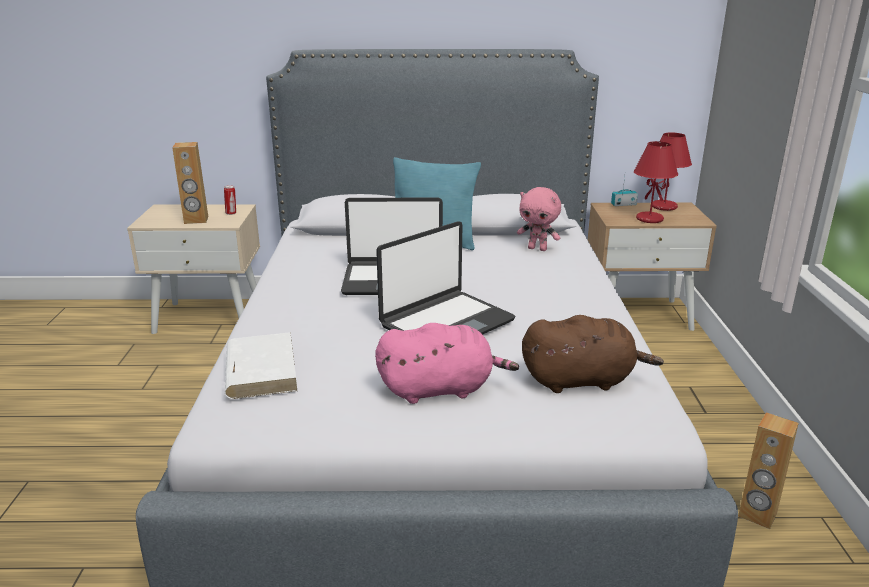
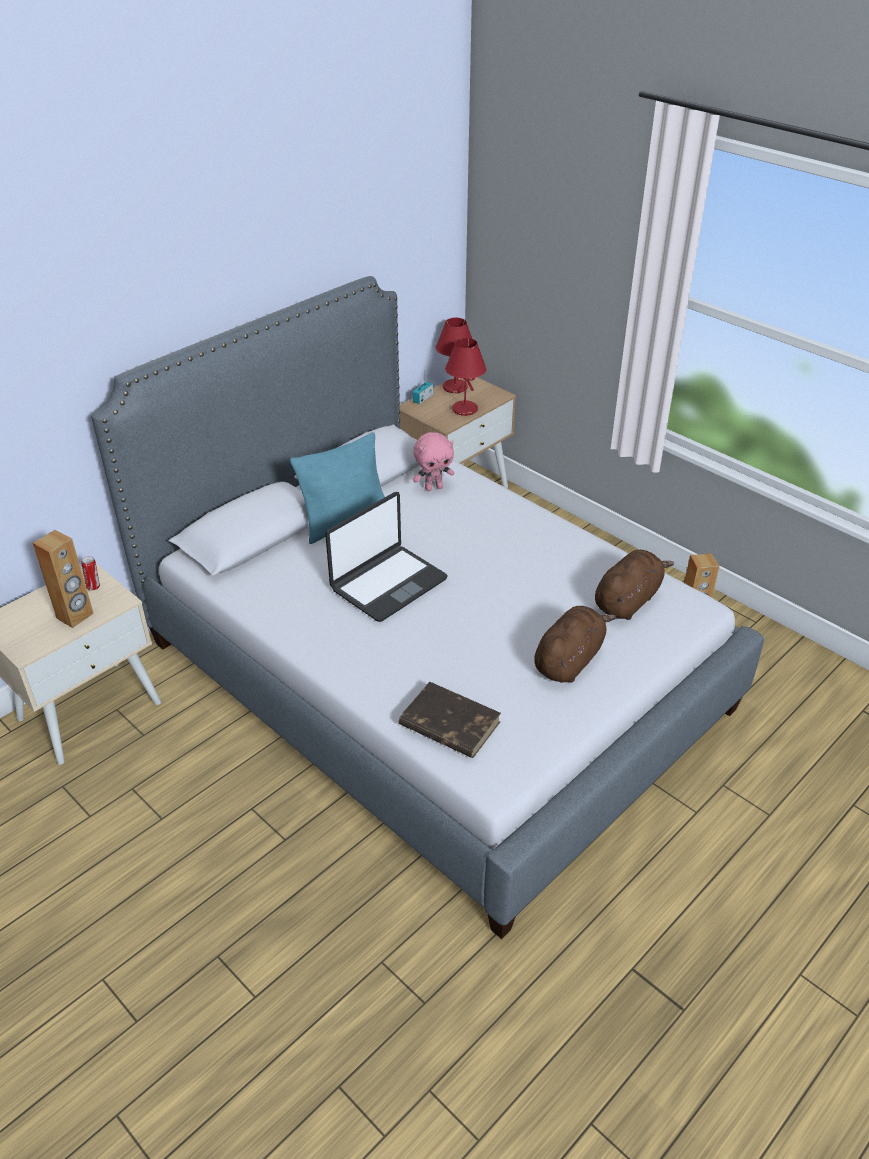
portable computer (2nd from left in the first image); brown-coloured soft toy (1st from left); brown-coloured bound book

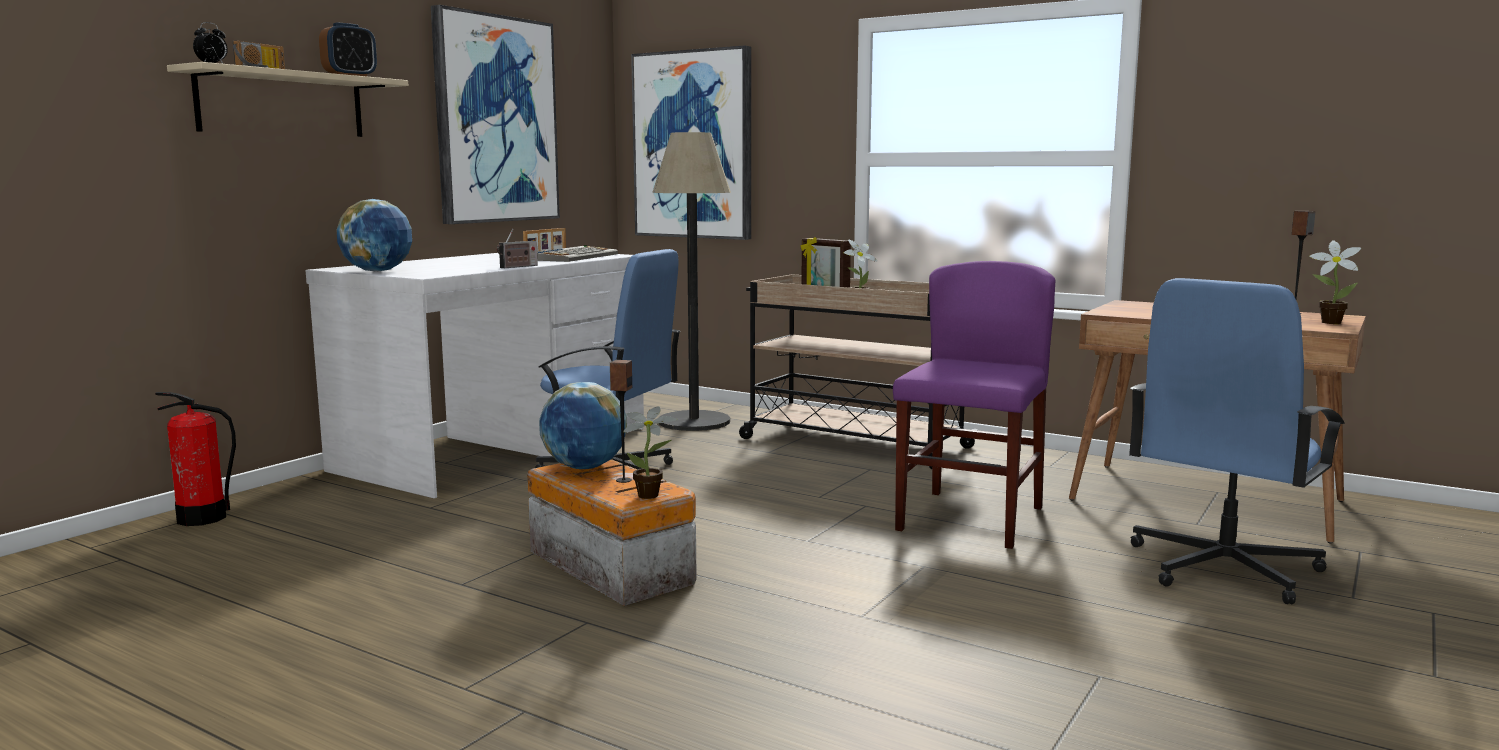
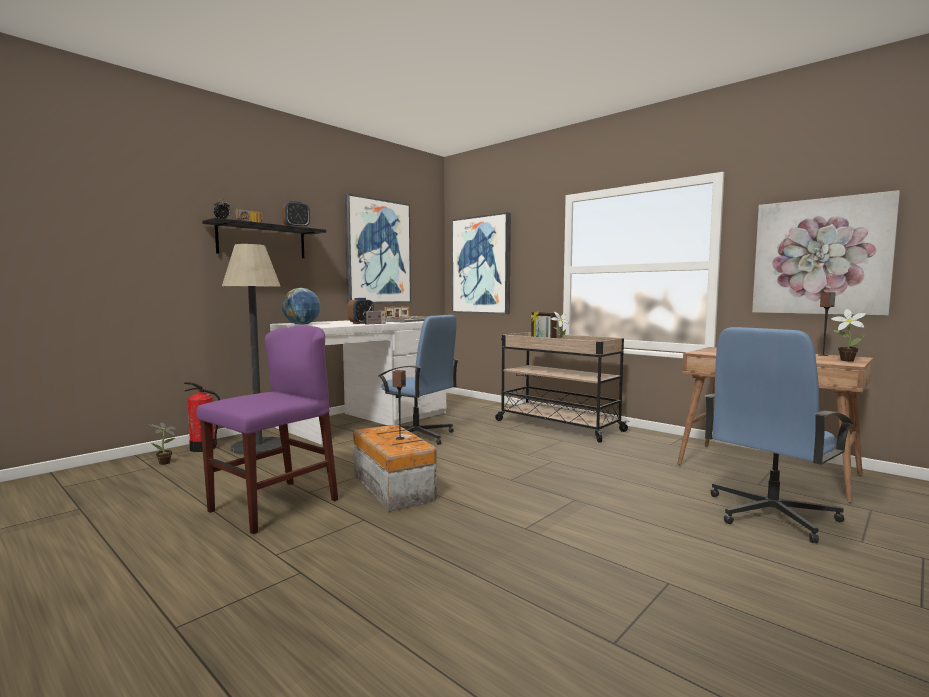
blackish bracket shelf; floor lamp; purplish plain chair; globe (2nd from left in the first image); plant in a pot (1st from left); wall picture (3rd from left); alarm clock (3rd from left)

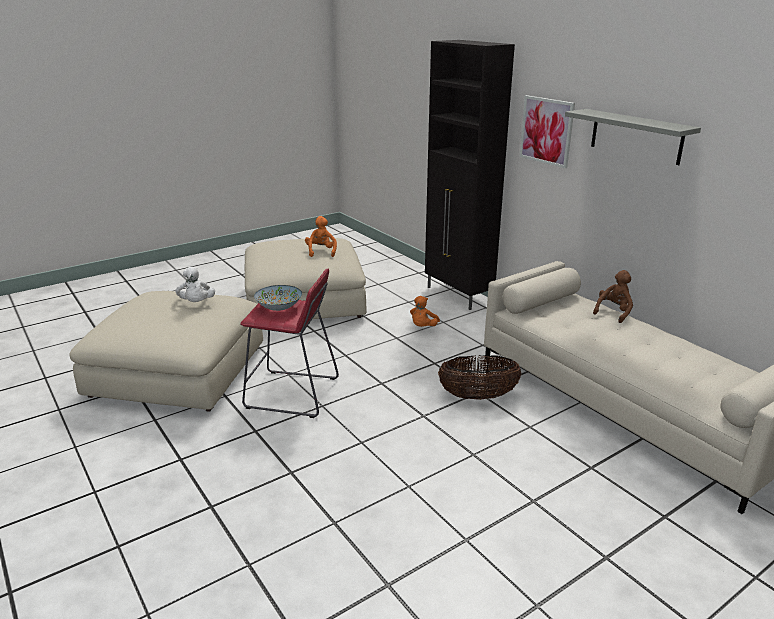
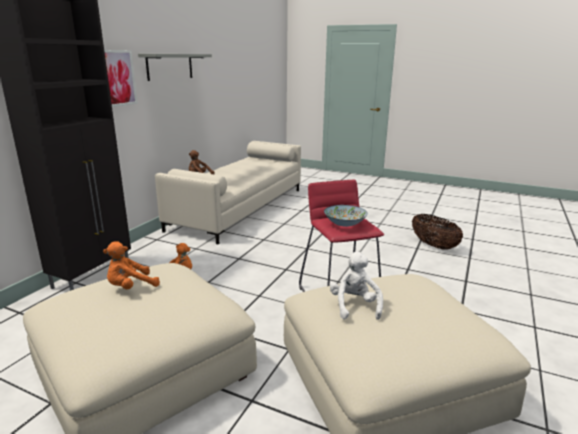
white-coloured soft toy; basket

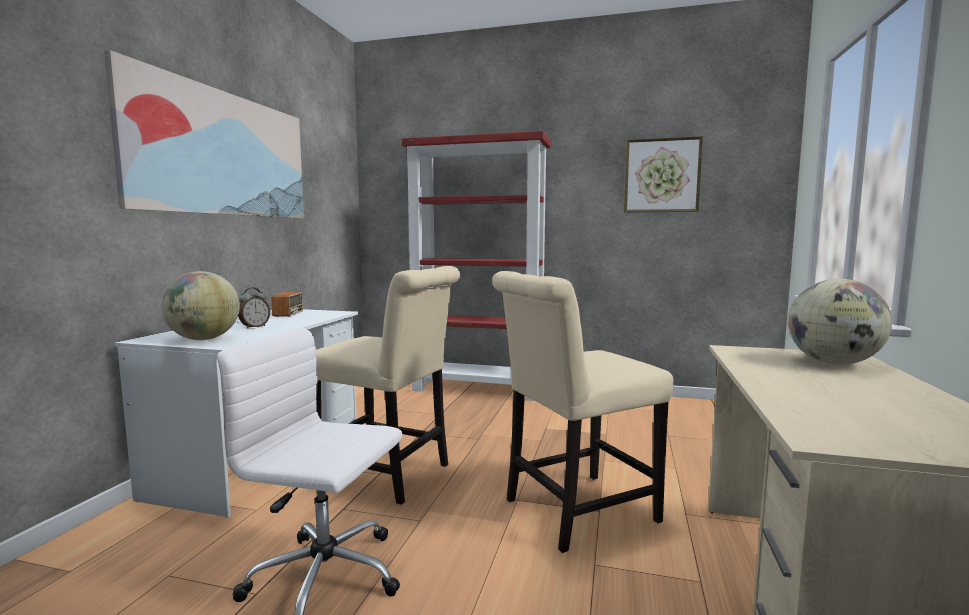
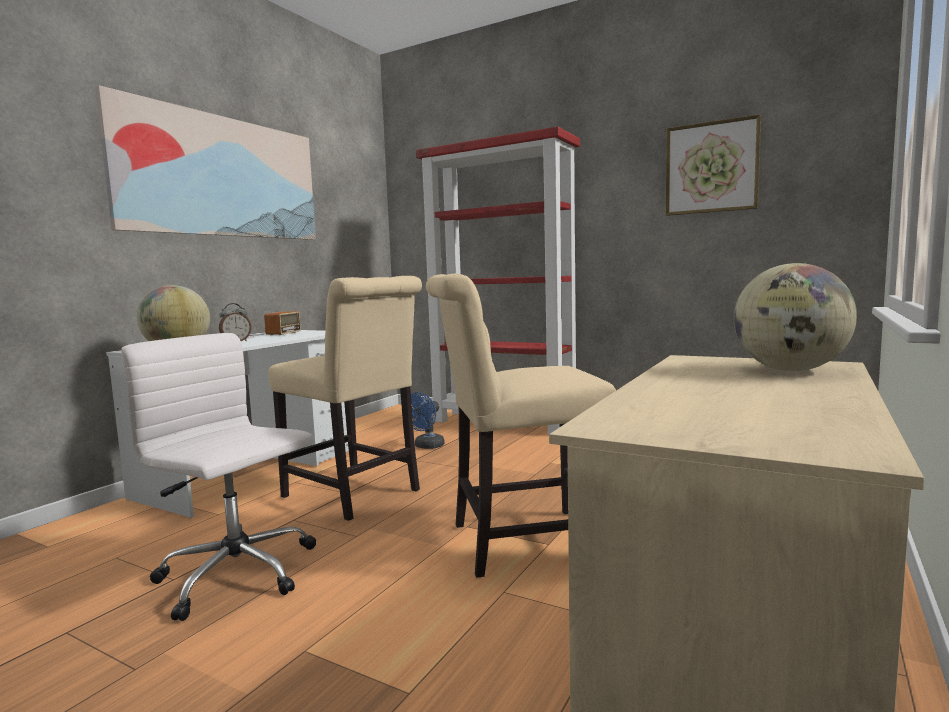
bluish fan

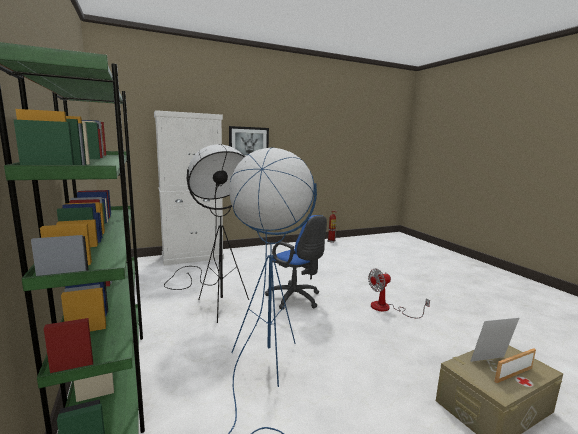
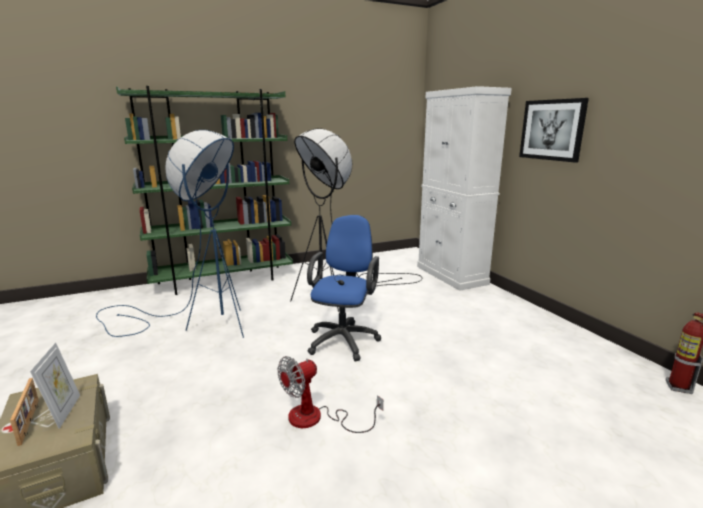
bluish desk chair; fan

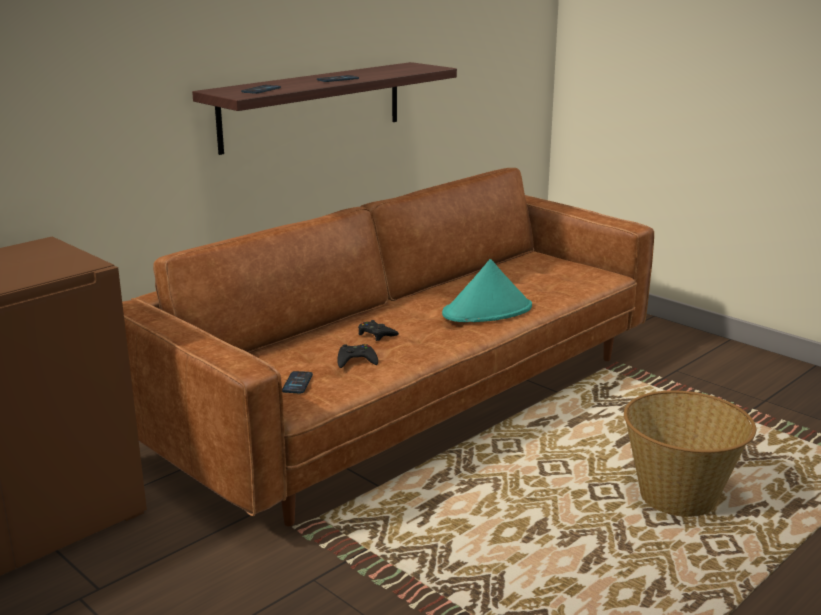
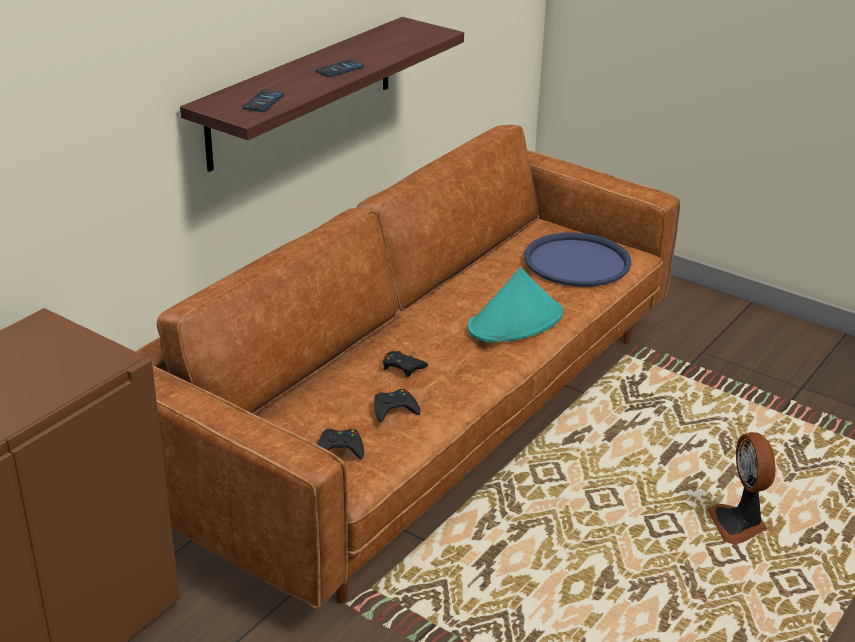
blackish joypad (1st from left); fan; bluish tray

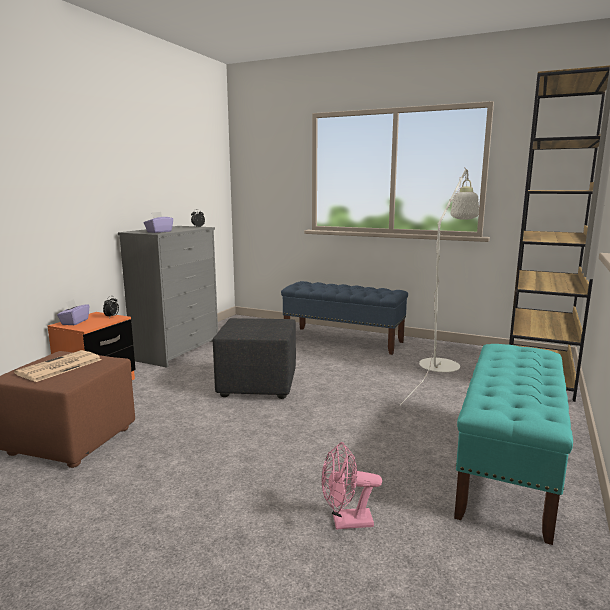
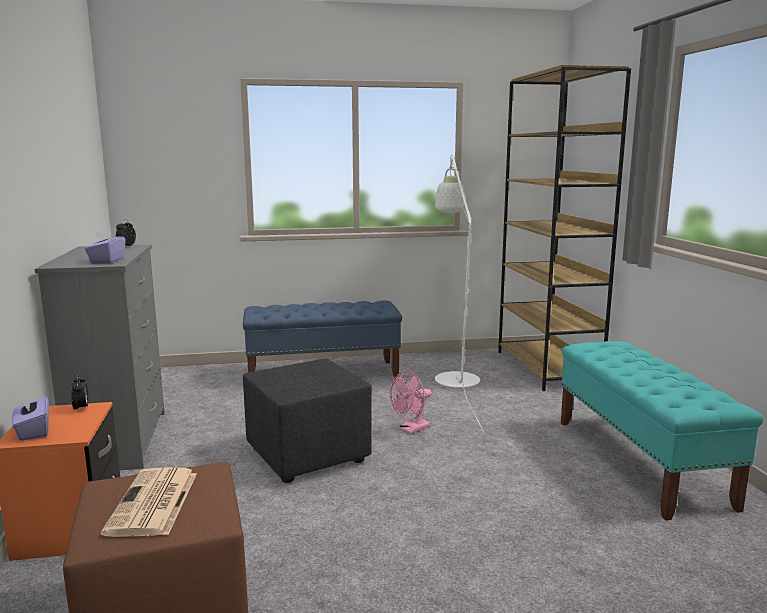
pink fan

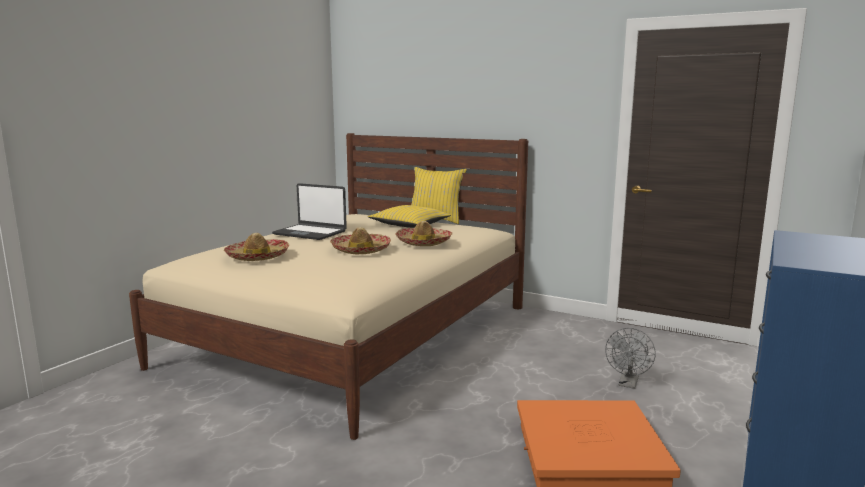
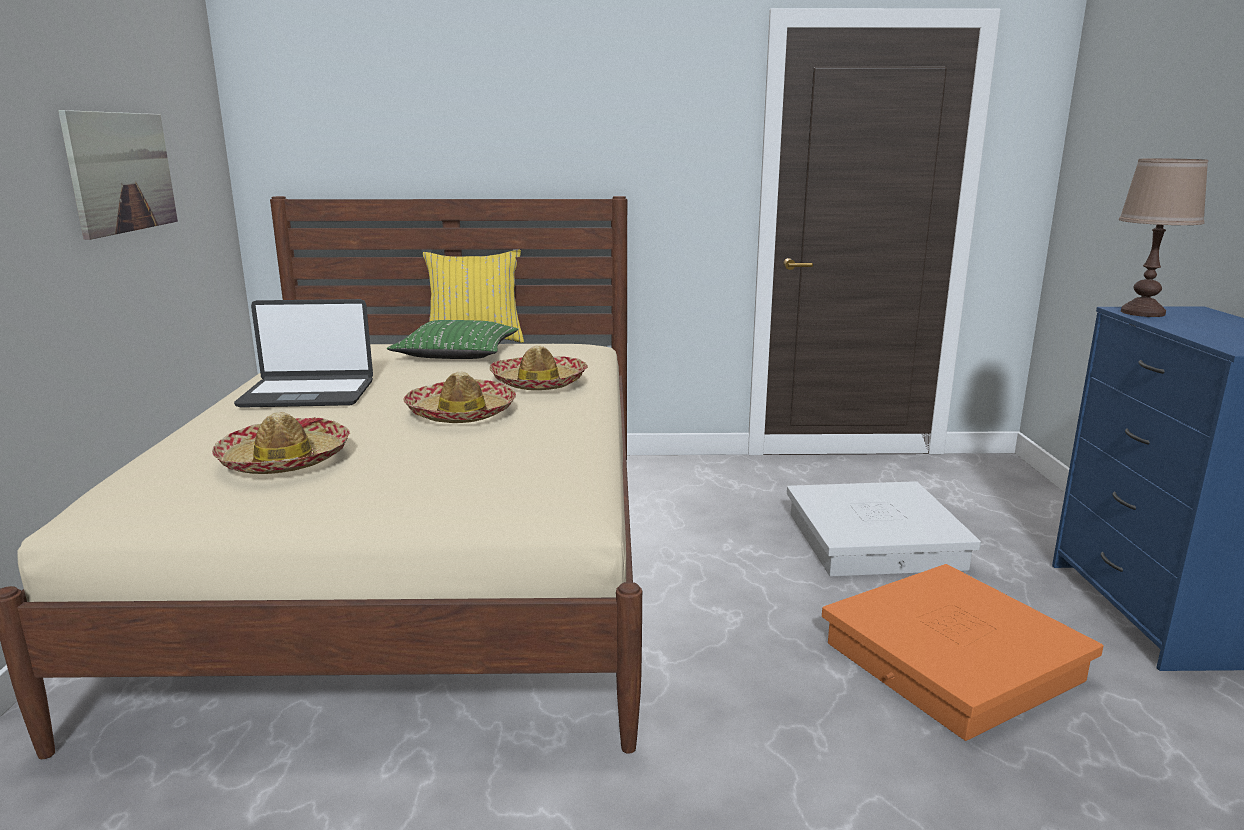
greenish cushion; white-coloured storage bin; wall picture; brown-coloured tabletop lamp

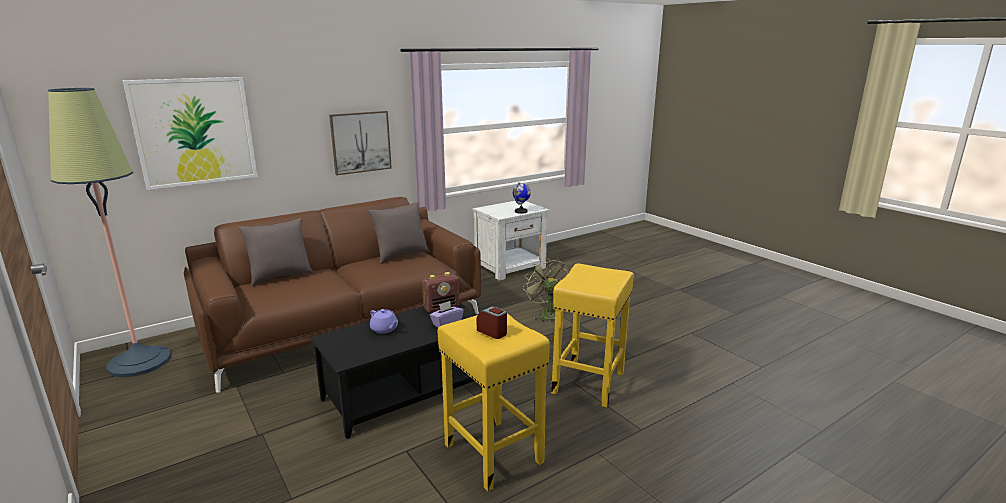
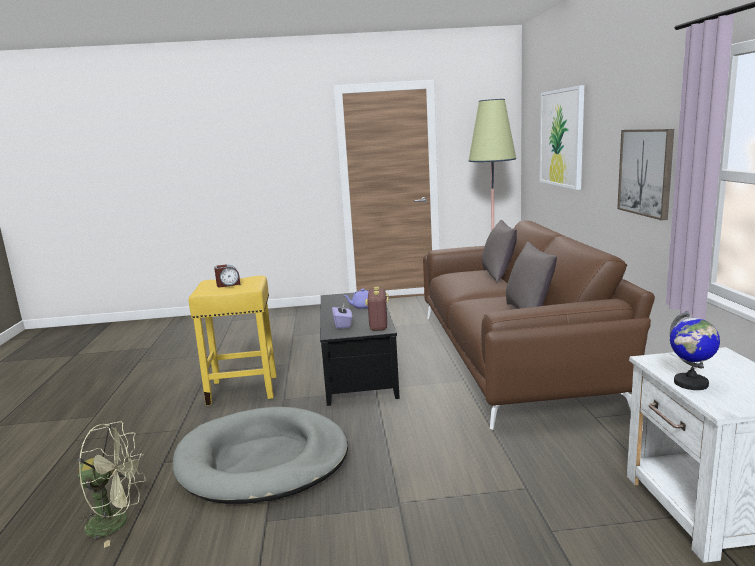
greenish fan; grey pet bed

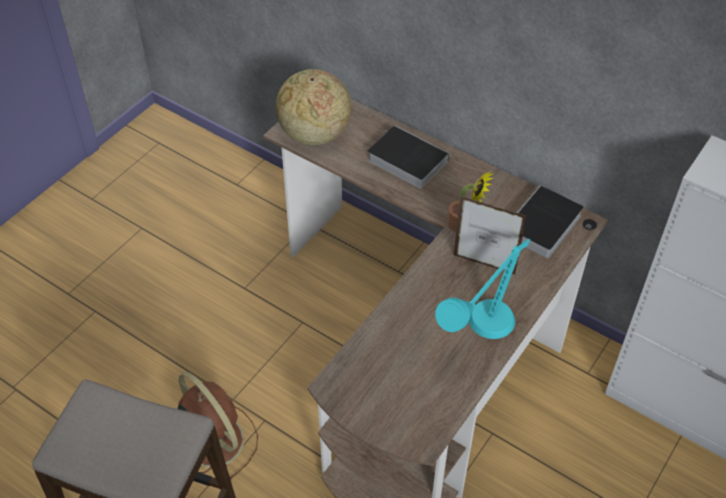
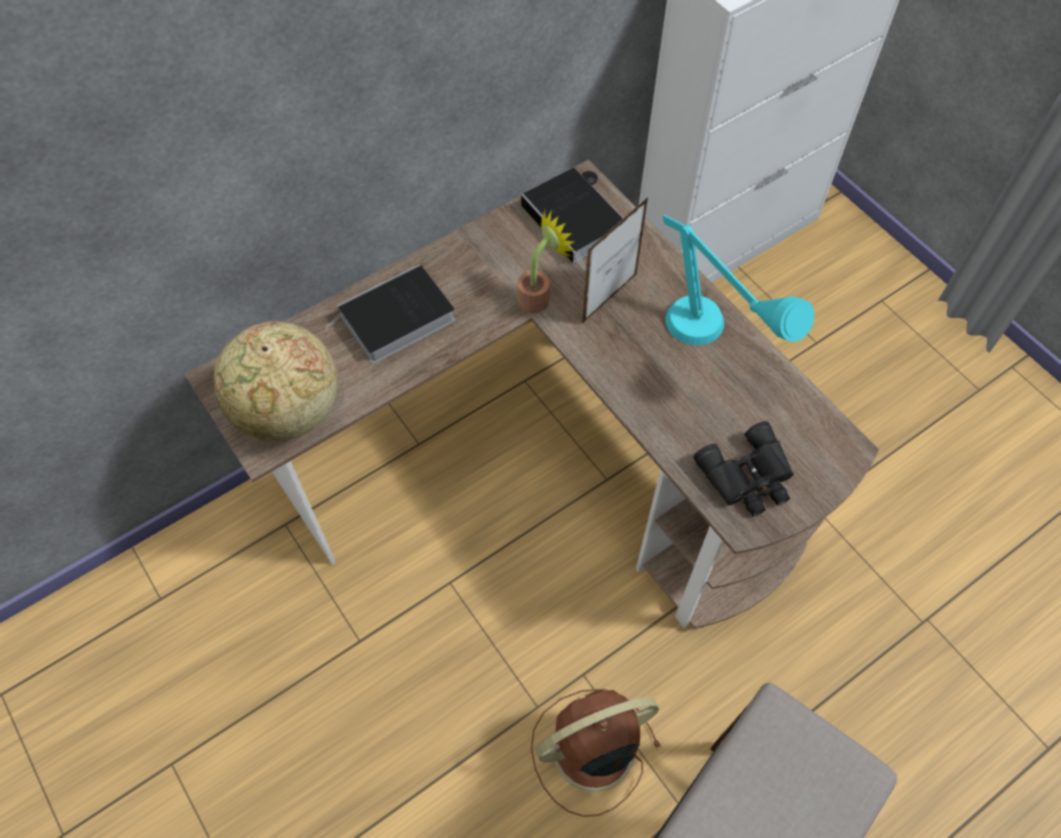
blackish binoculars

